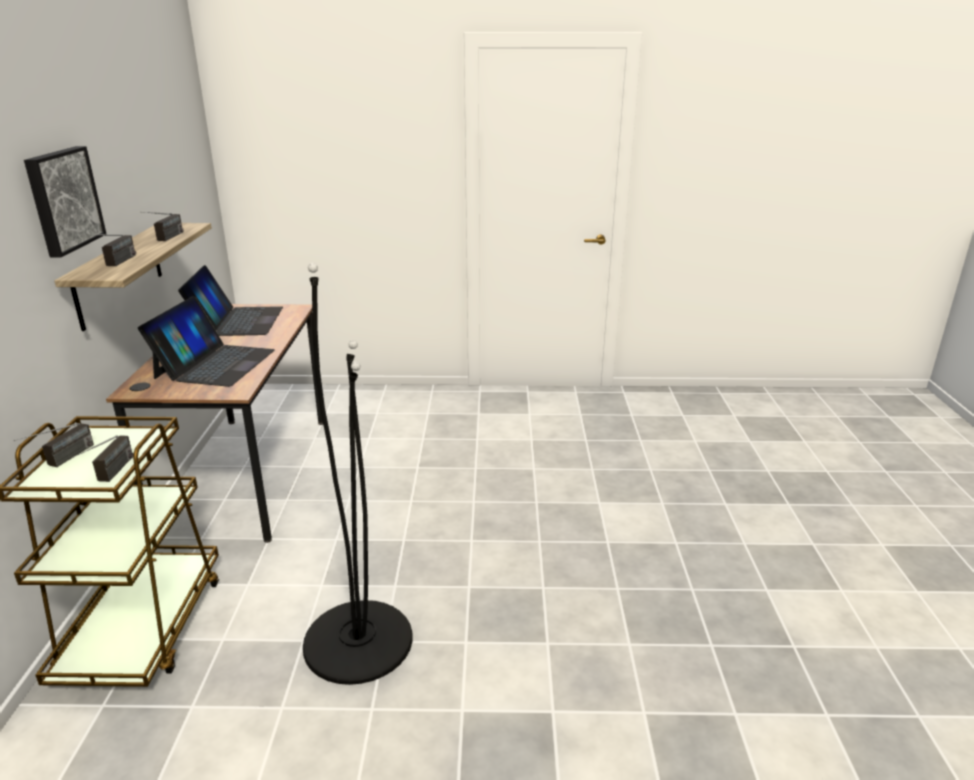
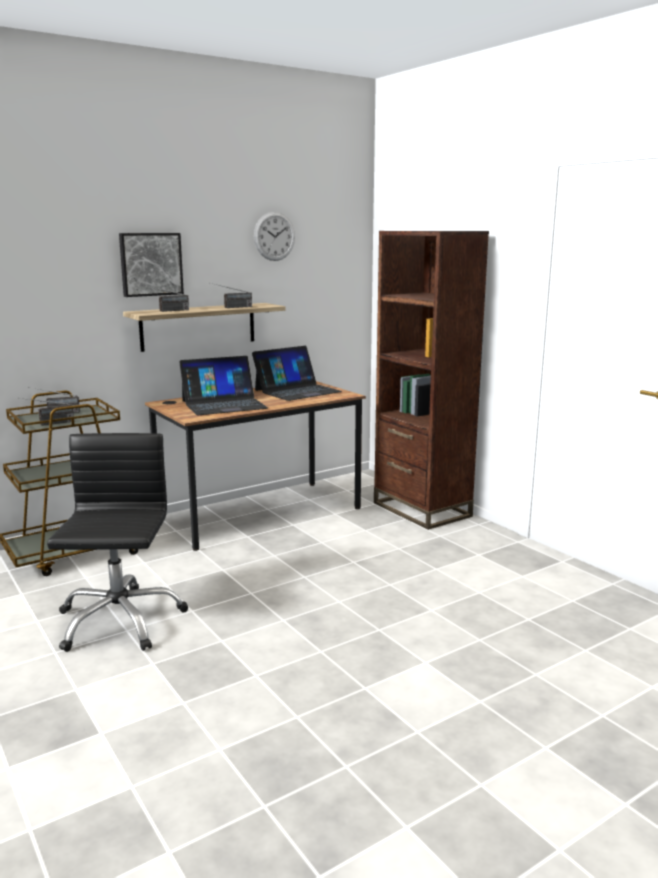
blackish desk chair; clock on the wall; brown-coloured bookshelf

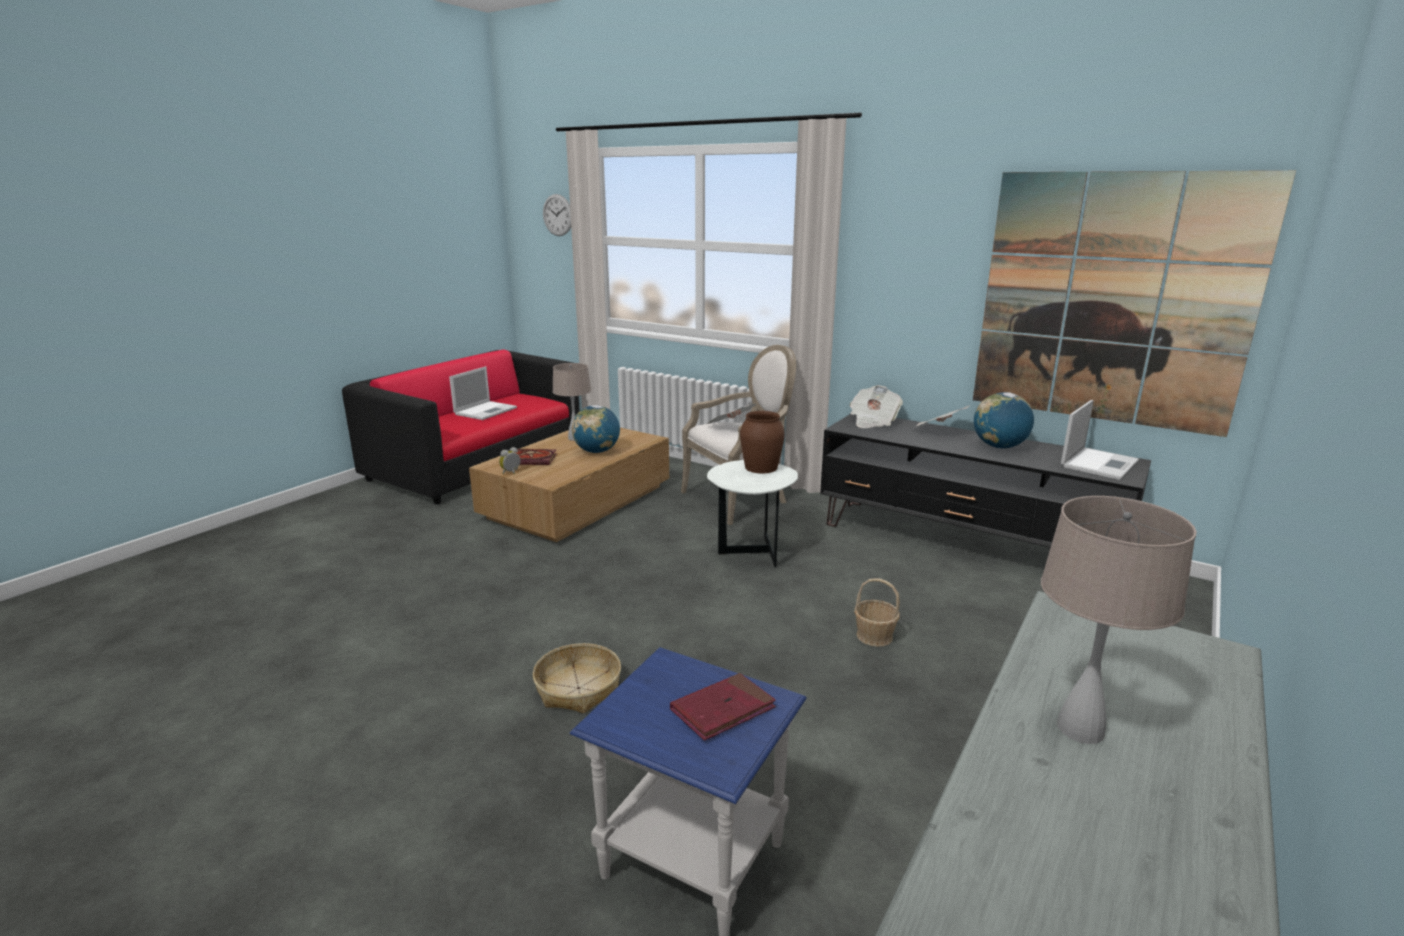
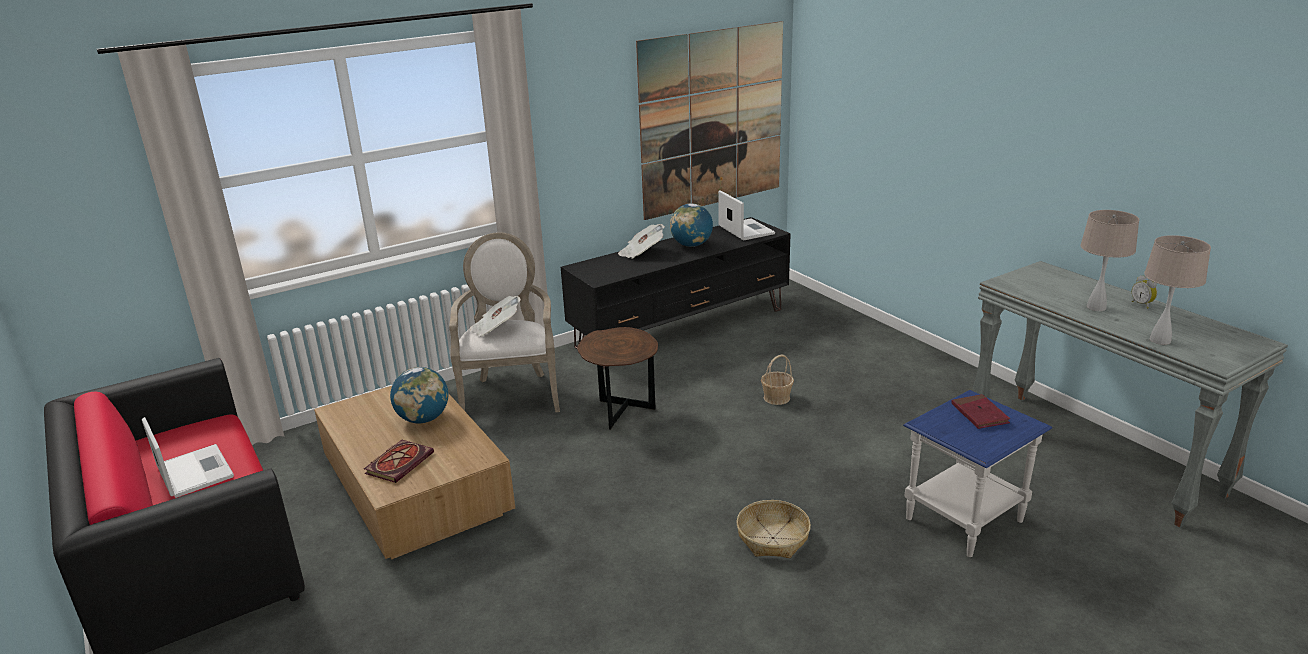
clock on the wall; beige-coloured tabletop lamp (2nd from left); newspaper (2nd from left in the first image); brown-coloured decorative vase; alarm clock; brown-coloured end table

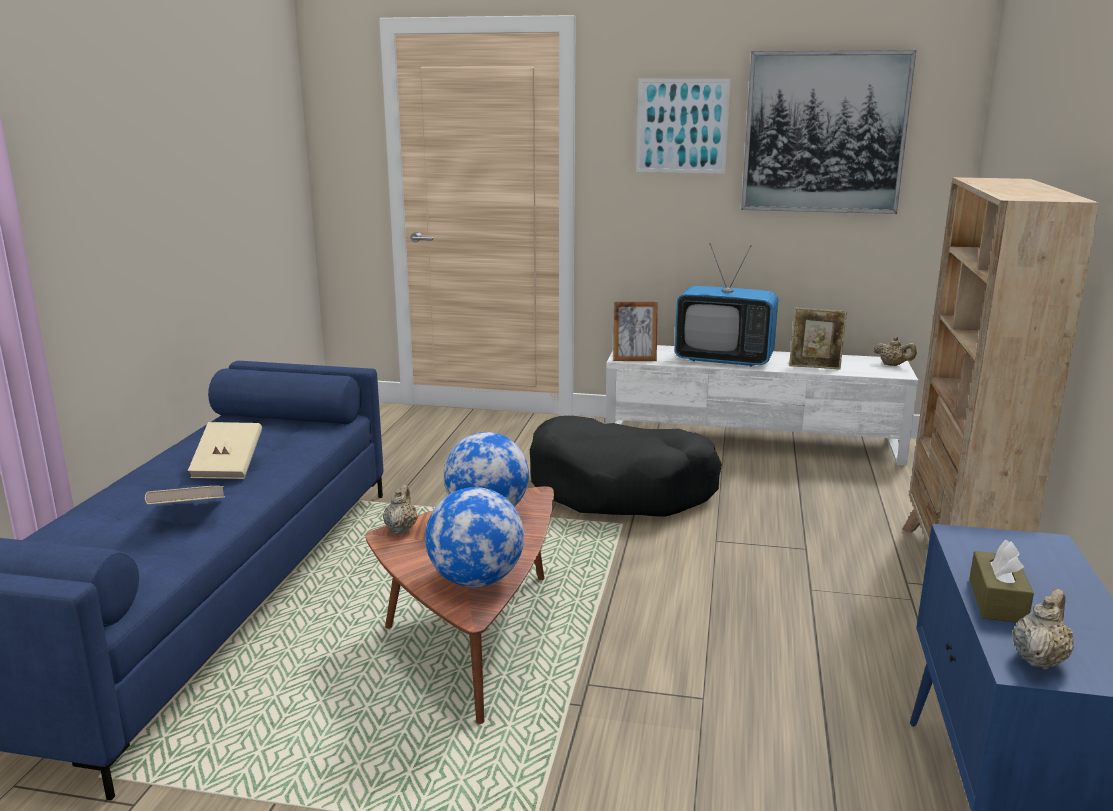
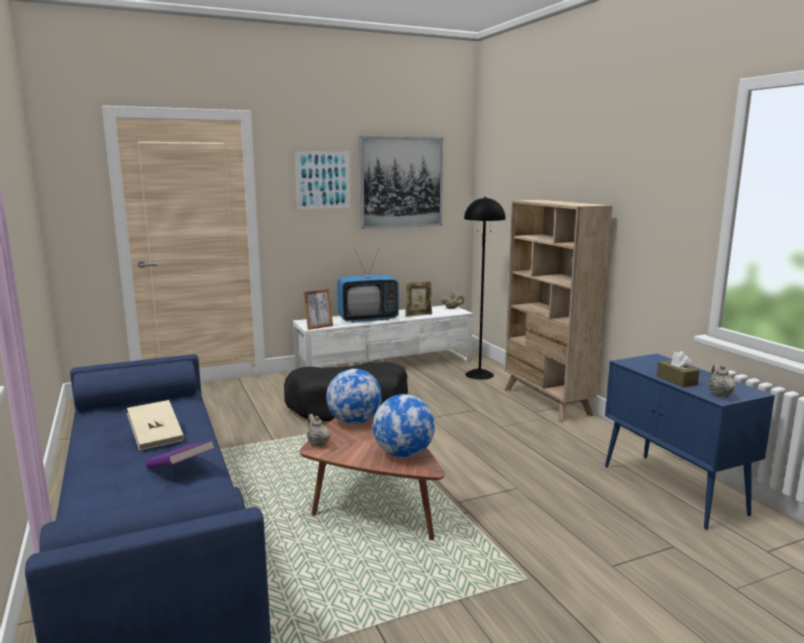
purplish bound book; blackish floor lamp

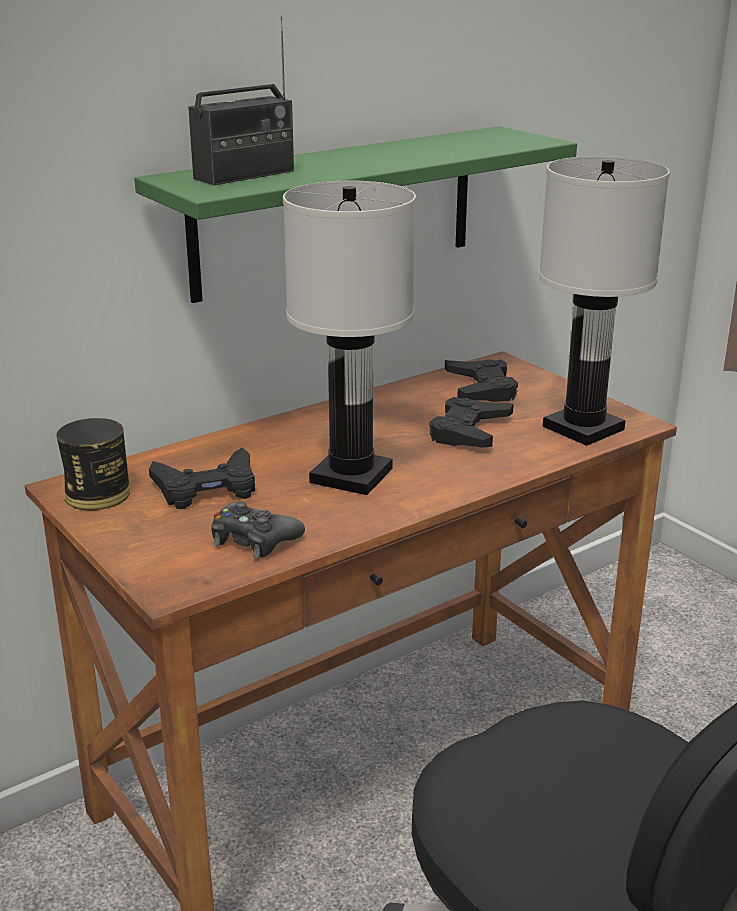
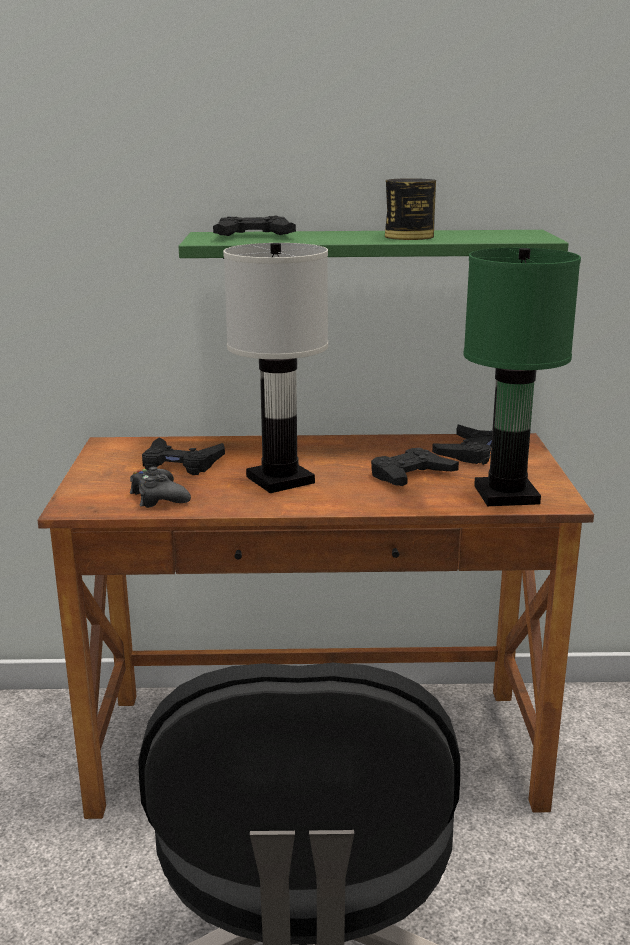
blackish joypad (3rd from left); greenish tabletop lamp; can

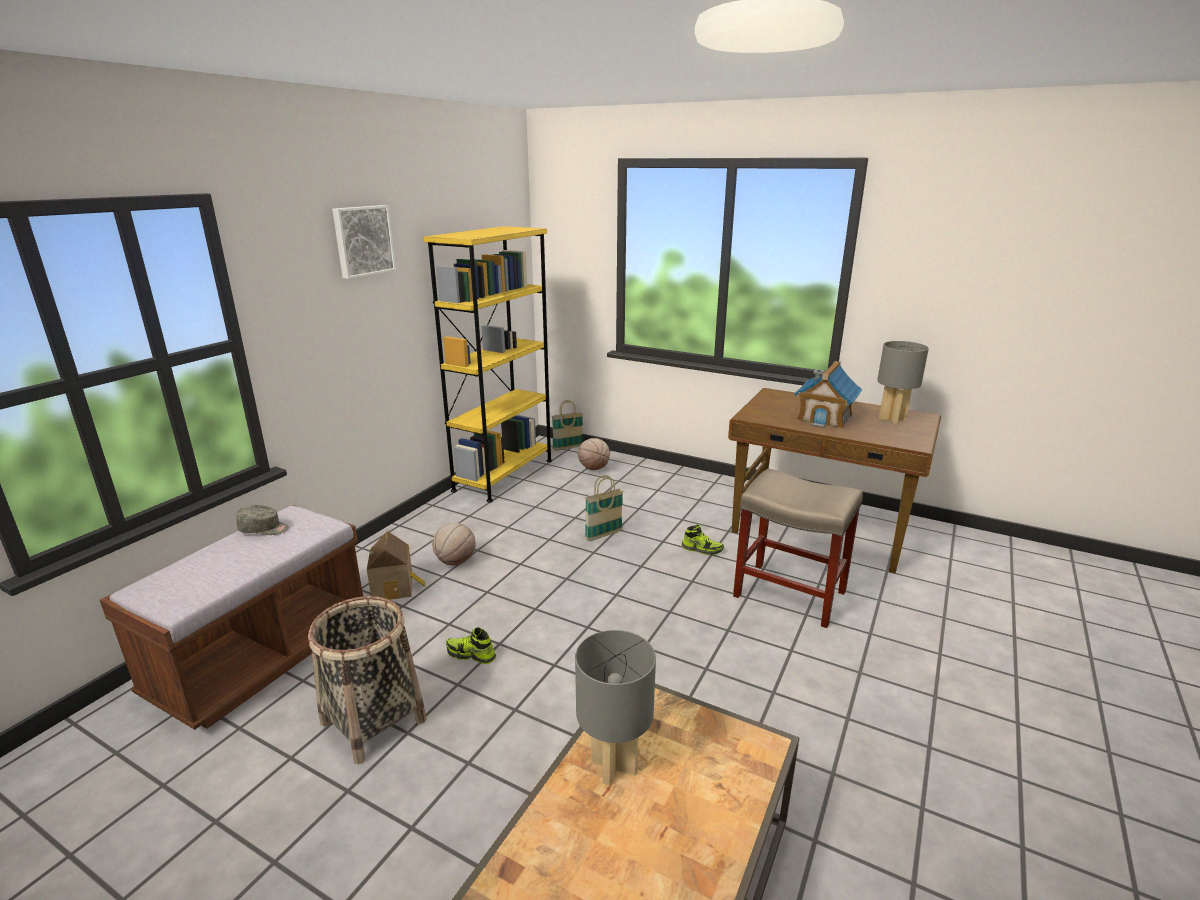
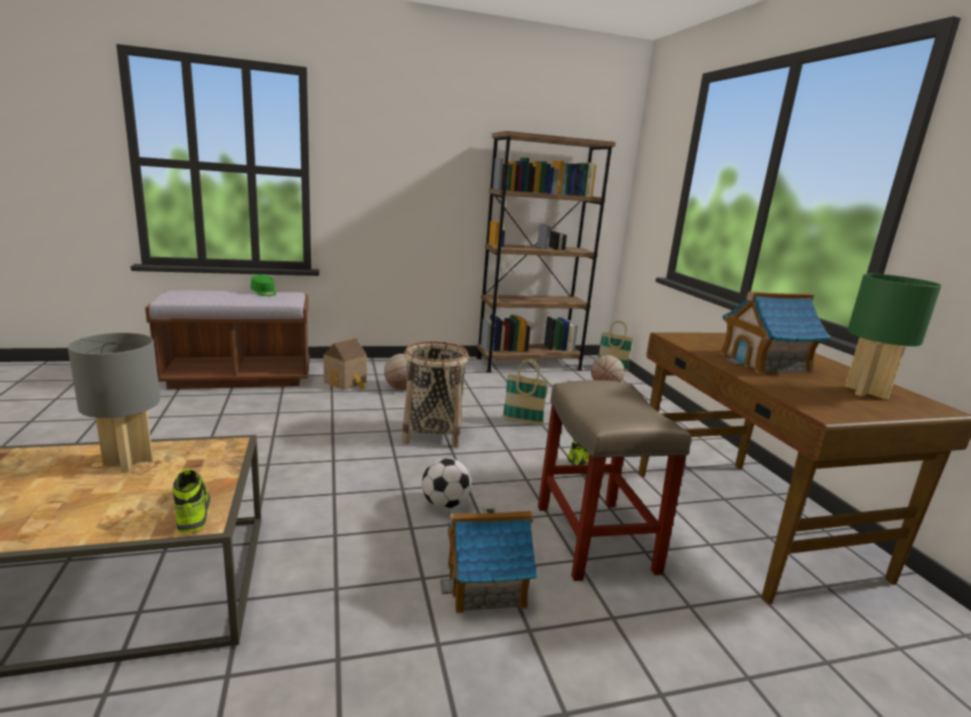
wall picture; brown-coloured bookshelf; greenish tabletop lamp; greenish peaked cap; basket (1st from left); low shoe (1st from left); football; toy house (2nd from left)

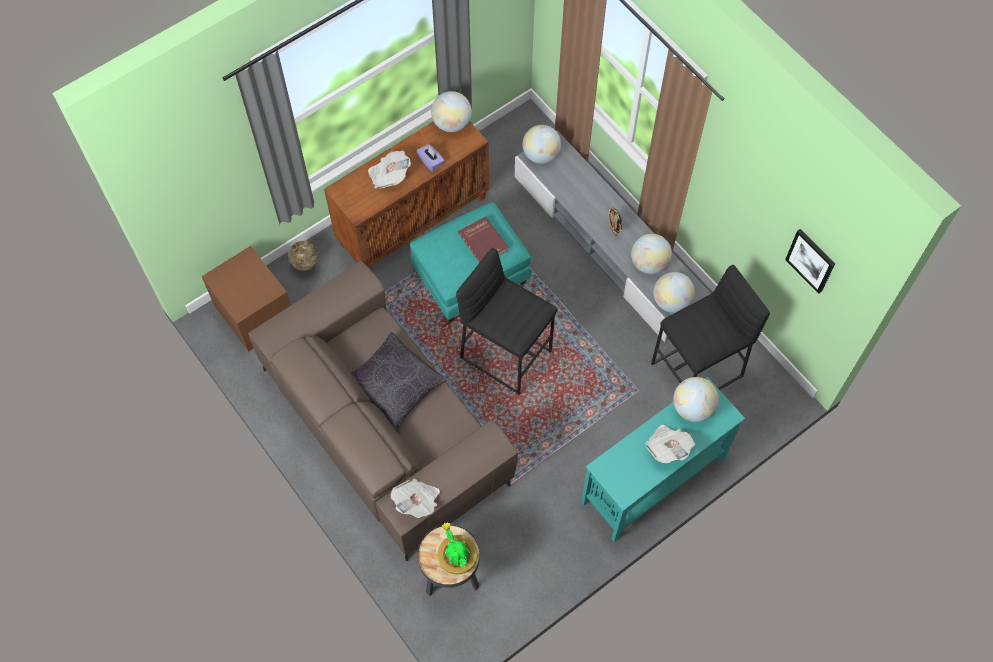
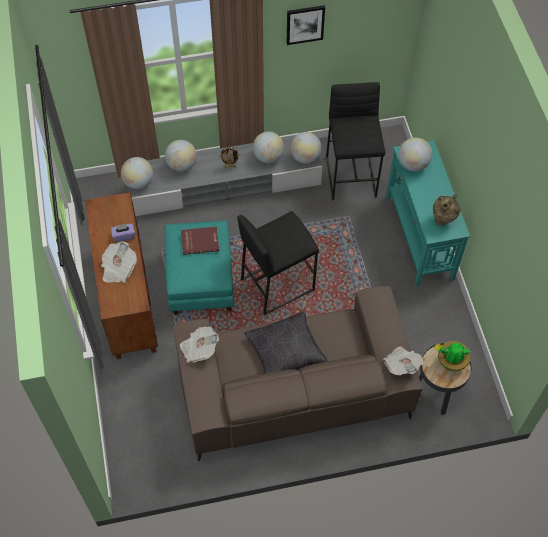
globe (2nd from left); wall picture; beige-coloured decorative vase; brown-coloured bedside table; newspaper (2nd from left)

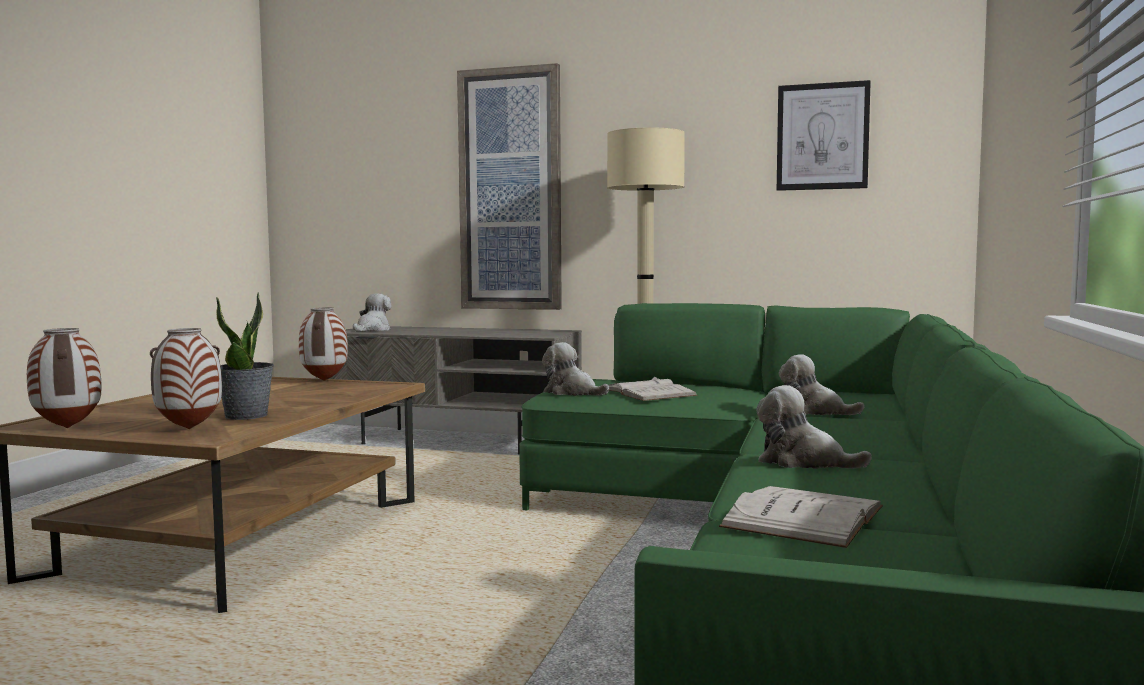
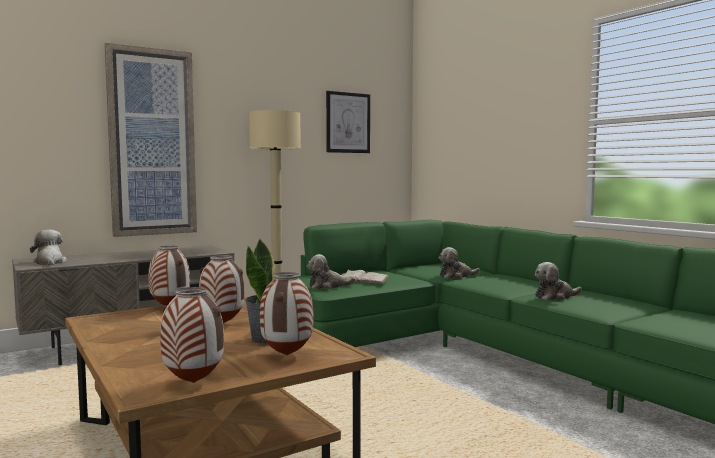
white-coloured bound book (2nd from left in the first image); decorative vase (3rd from left)

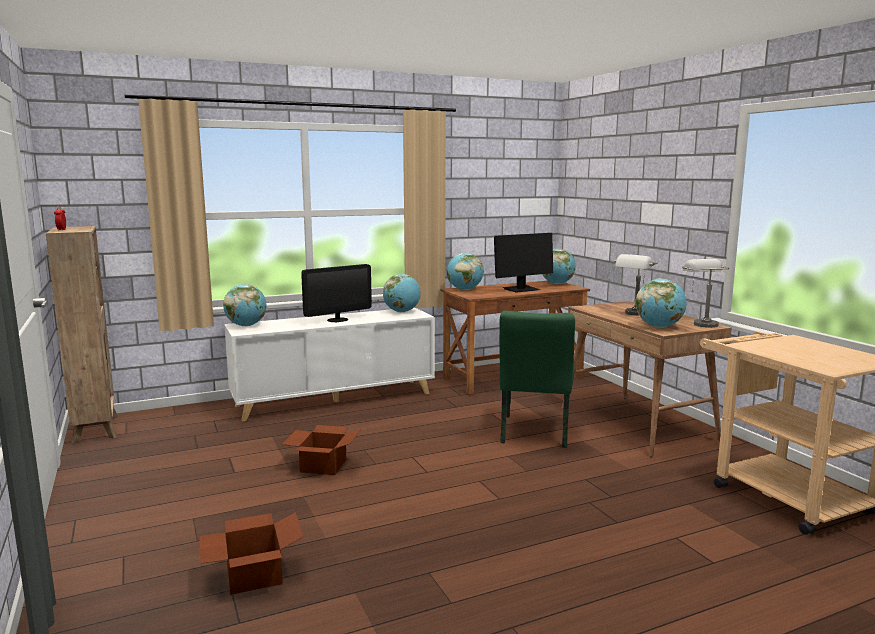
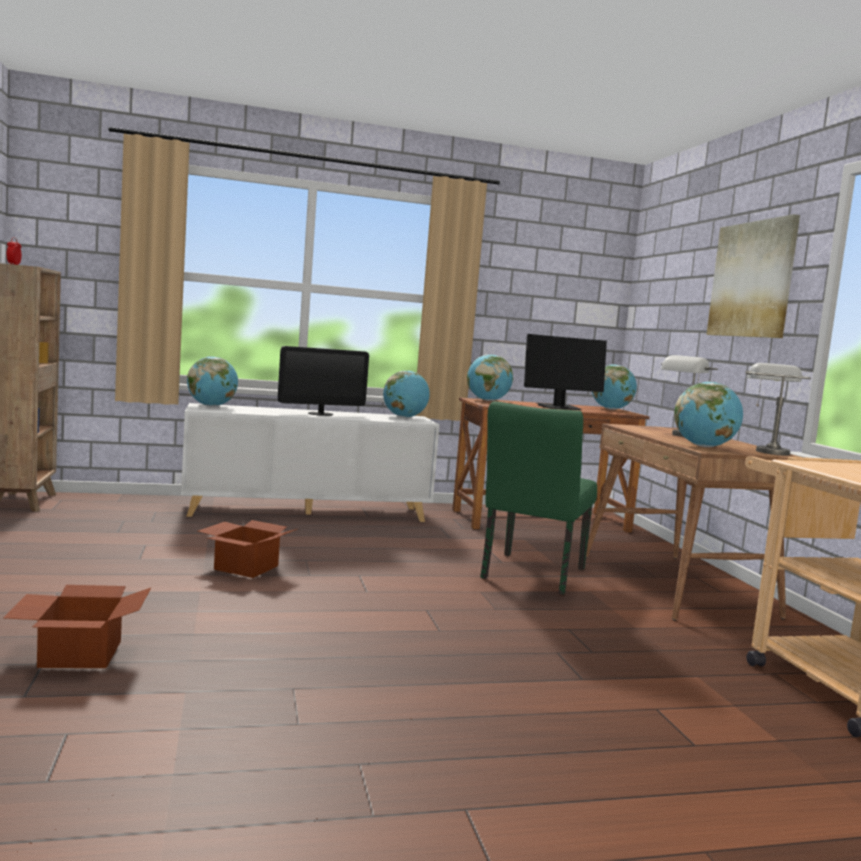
wall picture

